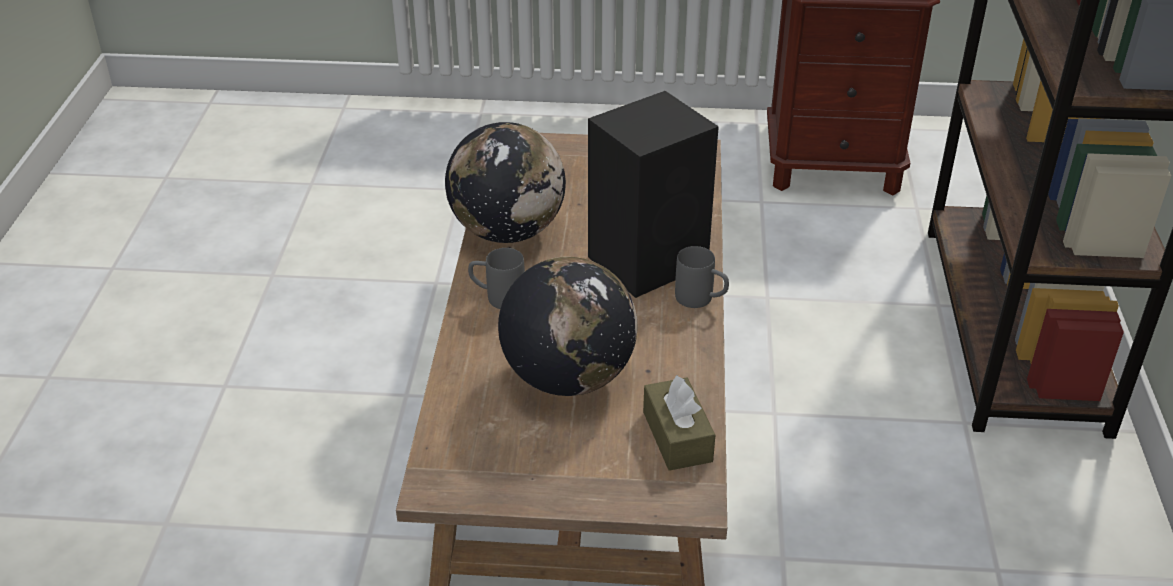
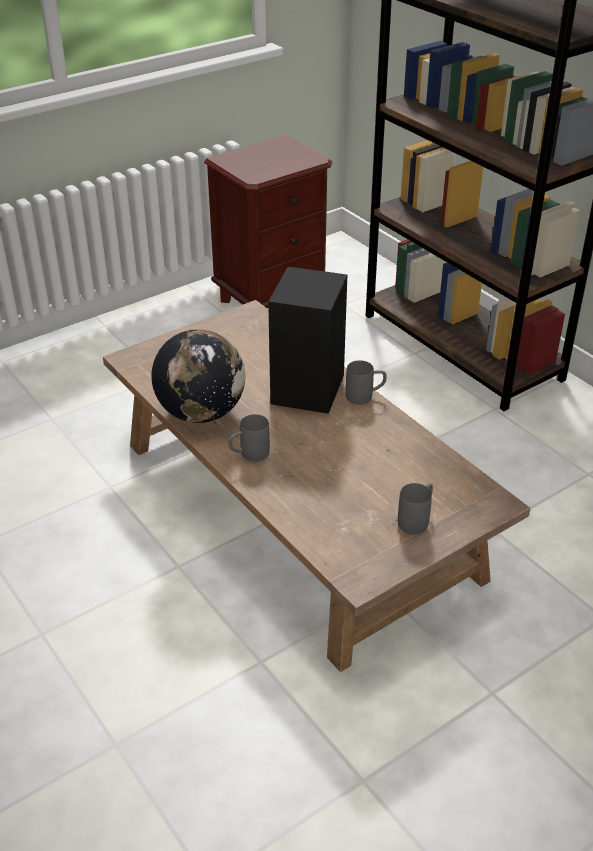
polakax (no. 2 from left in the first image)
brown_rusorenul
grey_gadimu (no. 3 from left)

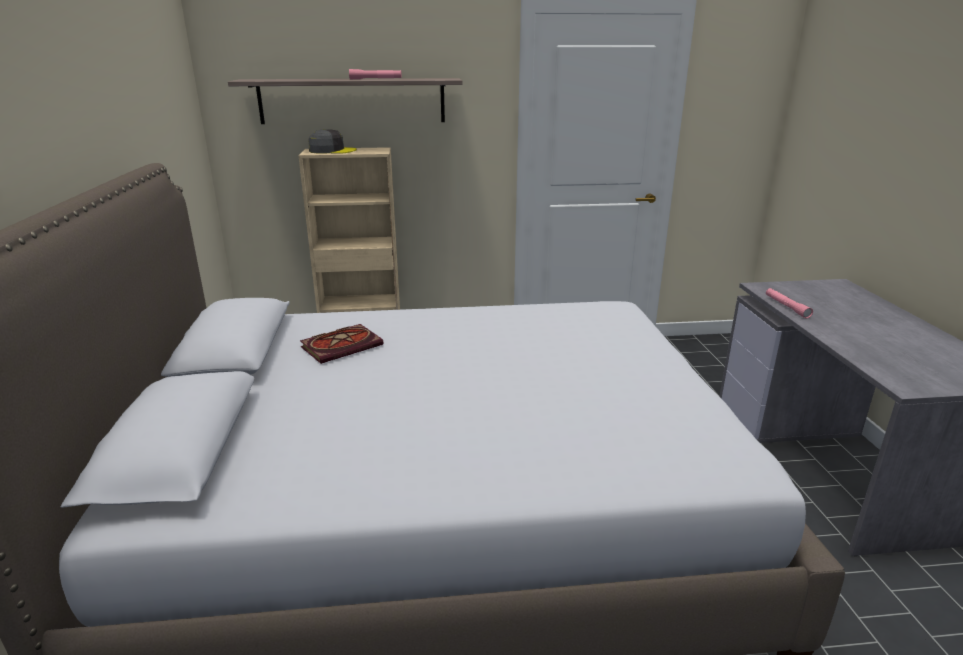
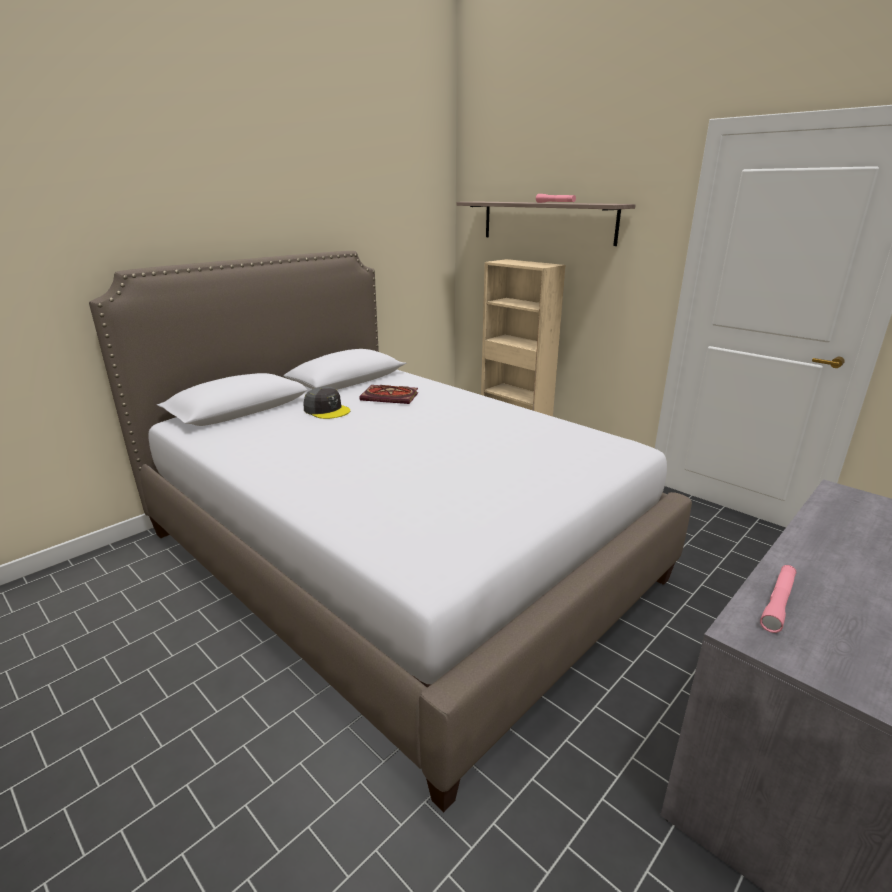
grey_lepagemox
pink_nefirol (no. 2 from left)

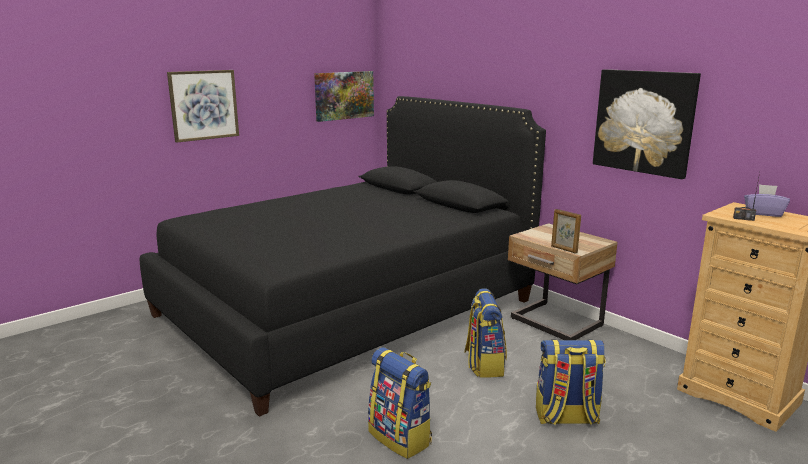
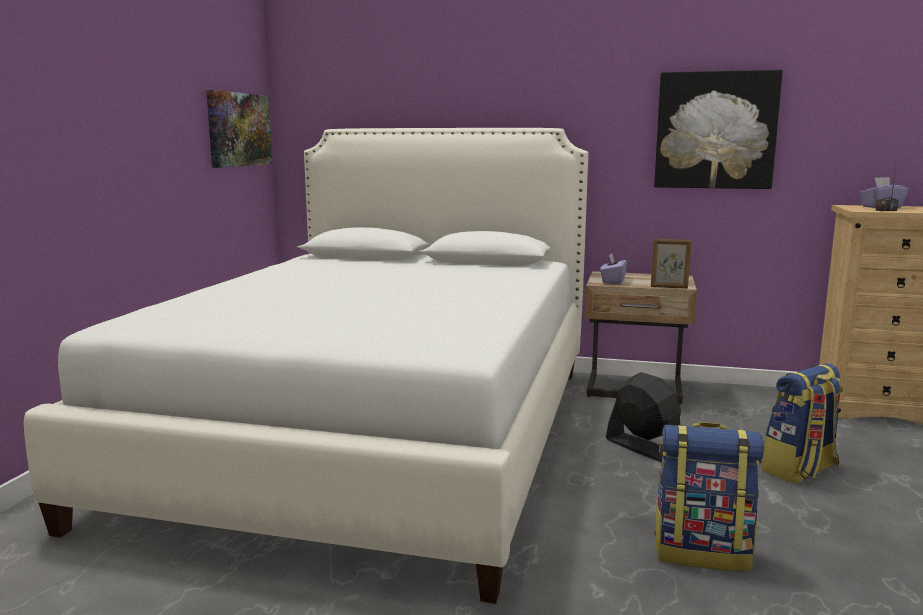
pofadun (no. 1 from left in the first image)
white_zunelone
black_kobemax
purple_rusorenul (no. 1 from left)

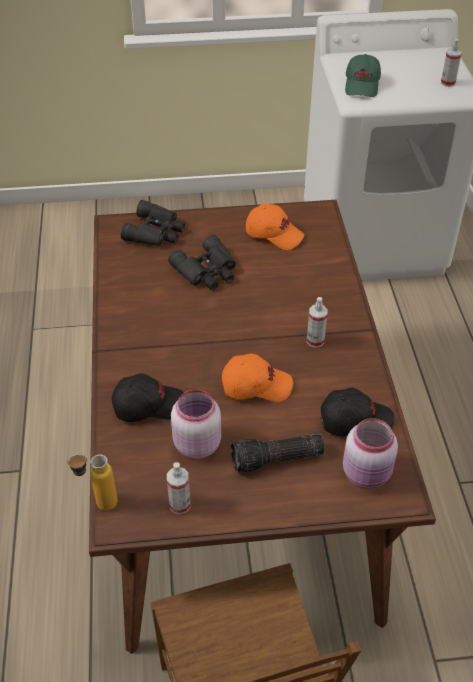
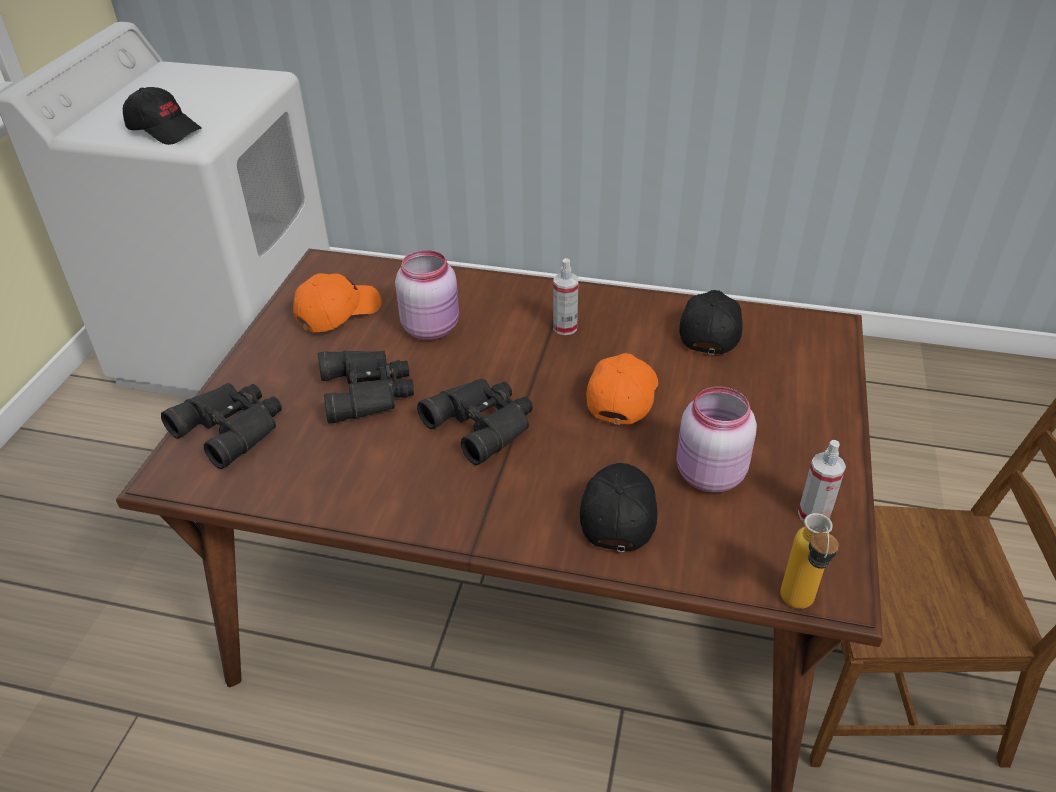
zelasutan (no. 3 from left in the first image)
black_lepagemox (no. 1 from left)
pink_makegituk (no. 1 from left)
nefirol
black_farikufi (no. 3 from left)

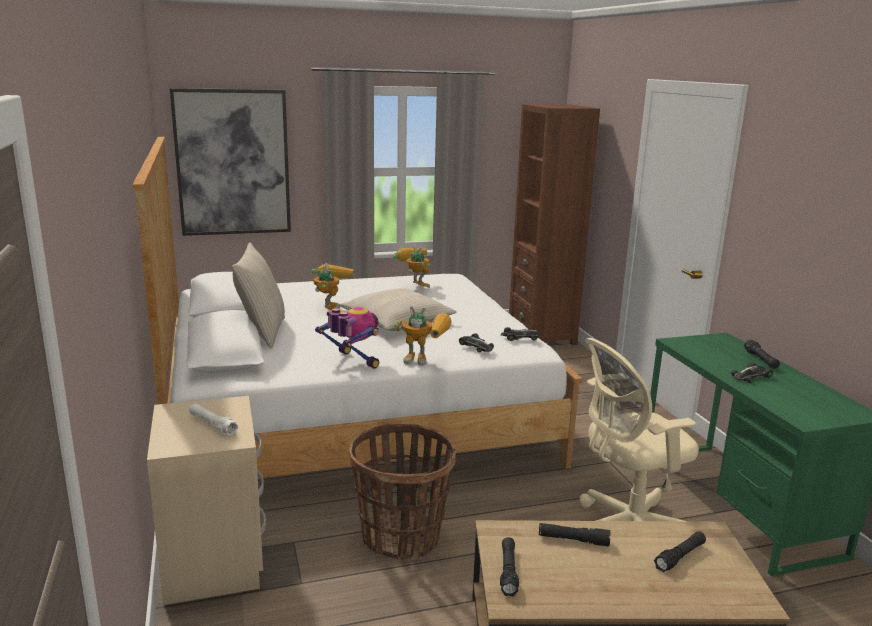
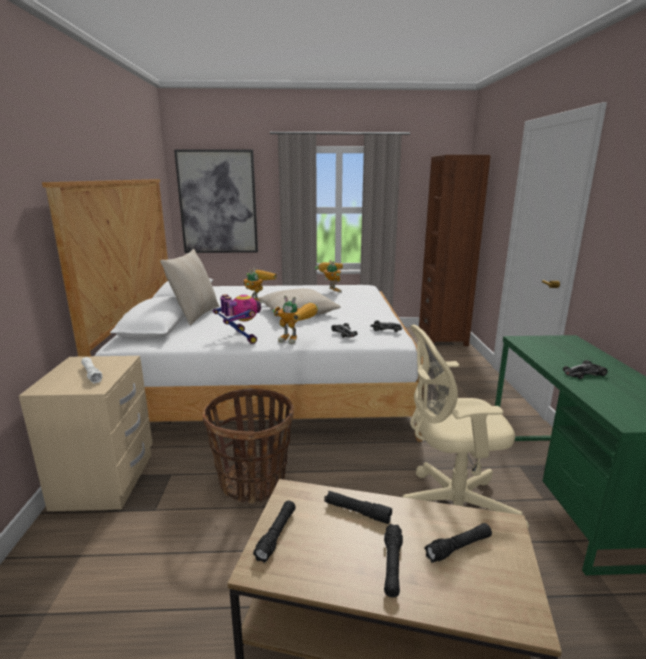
black_nefirol (no. 3 from left)

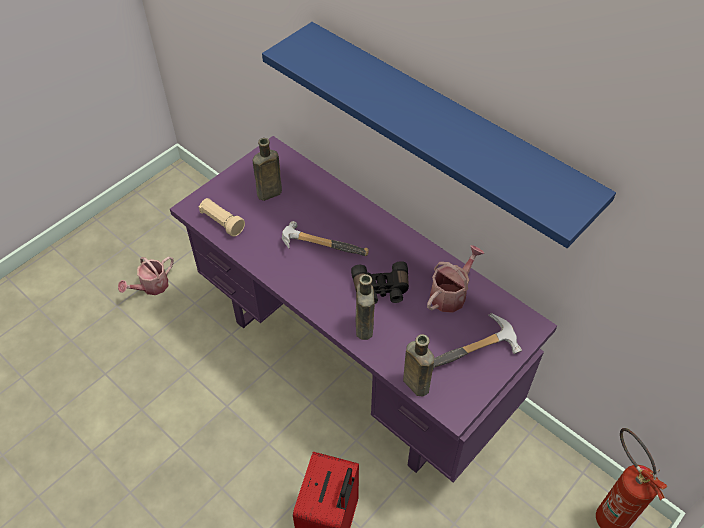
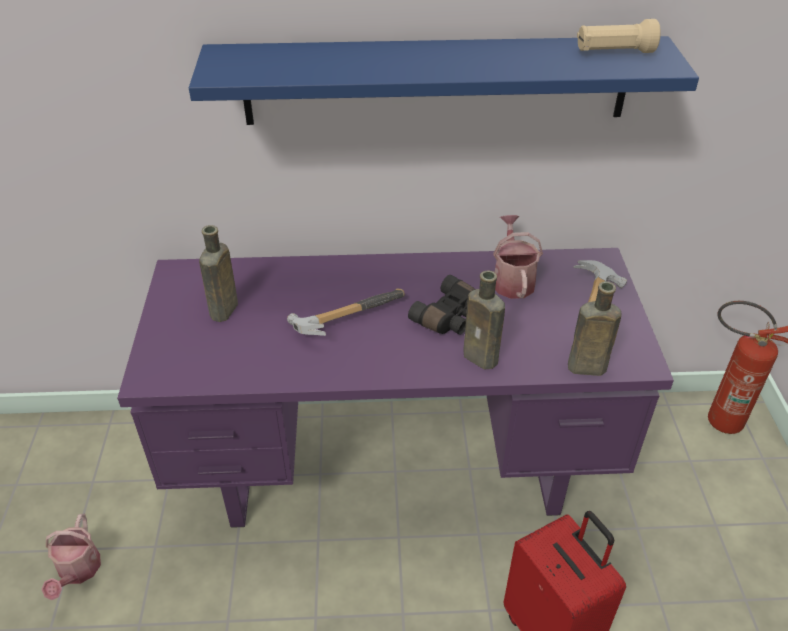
beige_nefirol

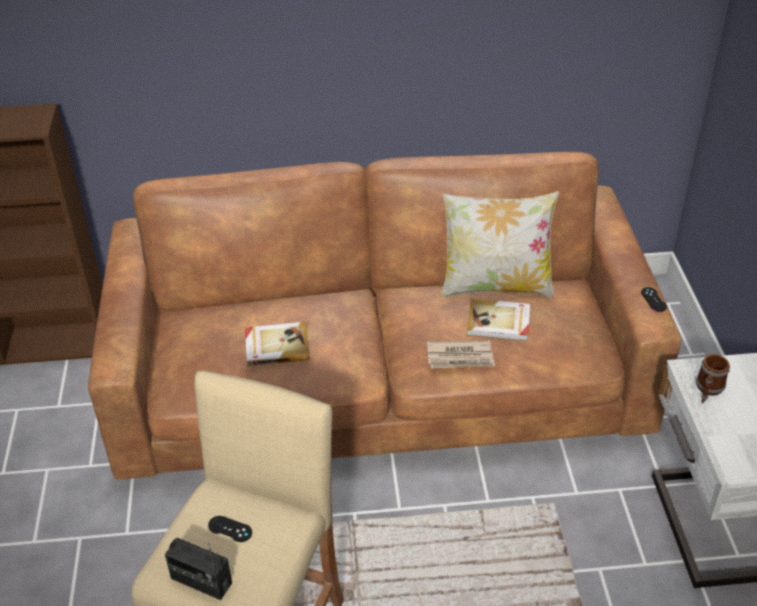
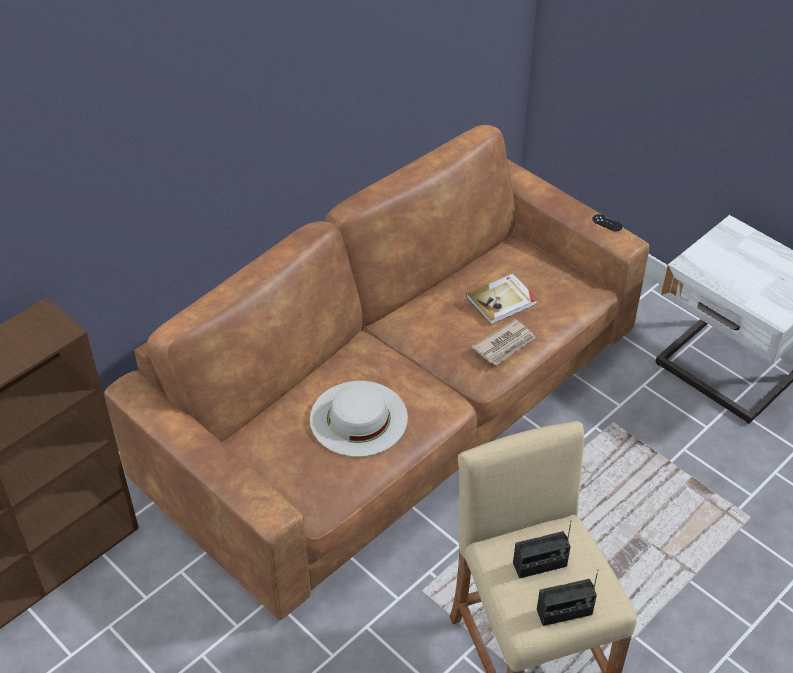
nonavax
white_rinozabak
gadimu
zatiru (no. 1 from left)

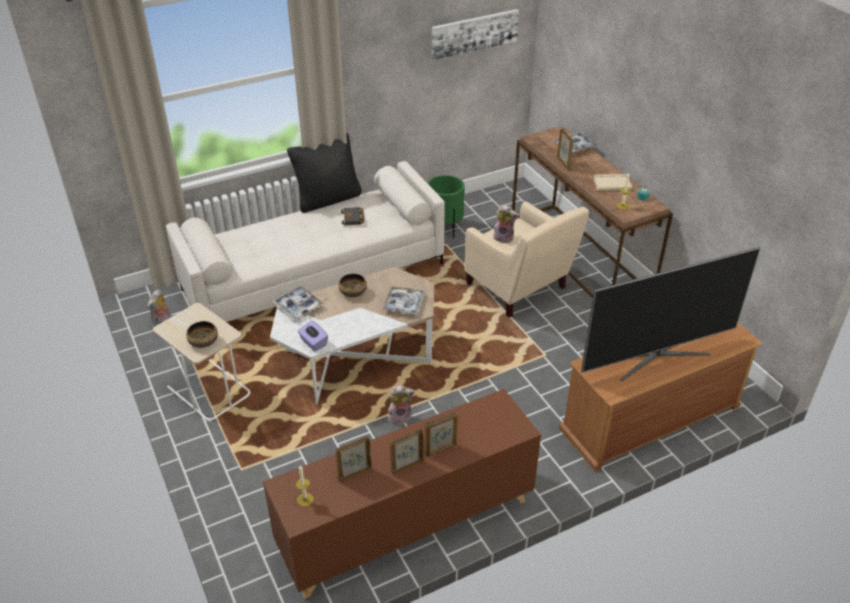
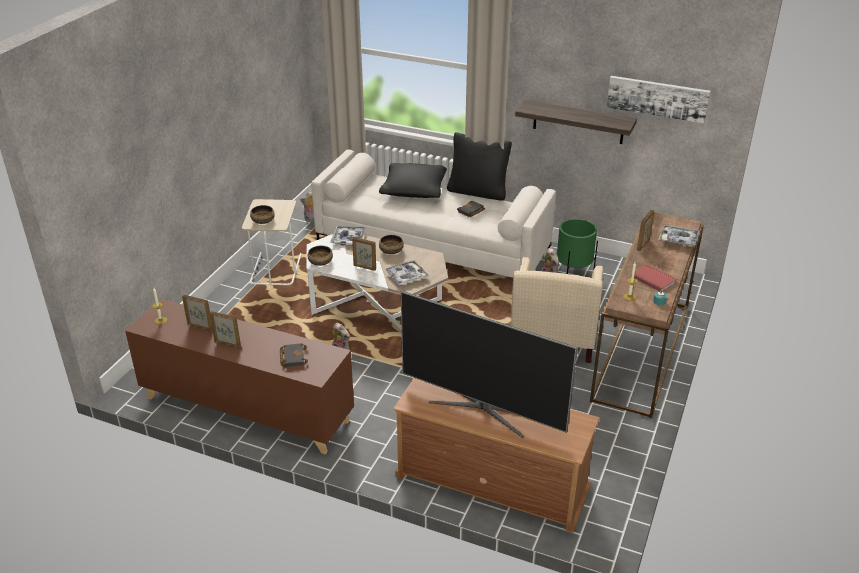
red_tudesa
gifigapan (no. 2 from left)
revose (no. 3 from left)
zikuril
black_nonavax (no. 1 from left)
black_tudesa (no. 1 from left)

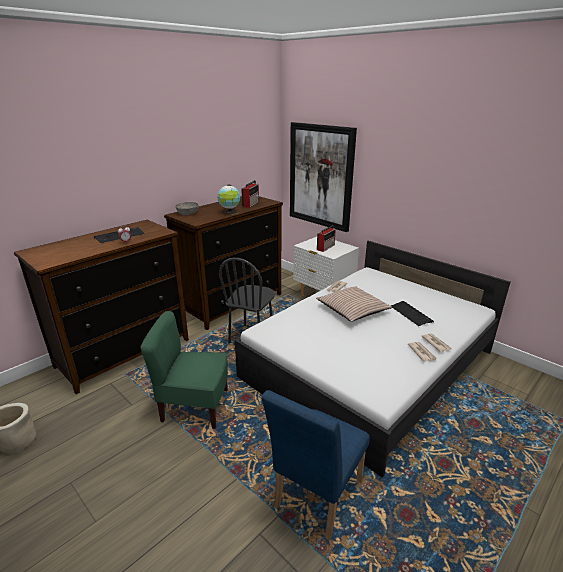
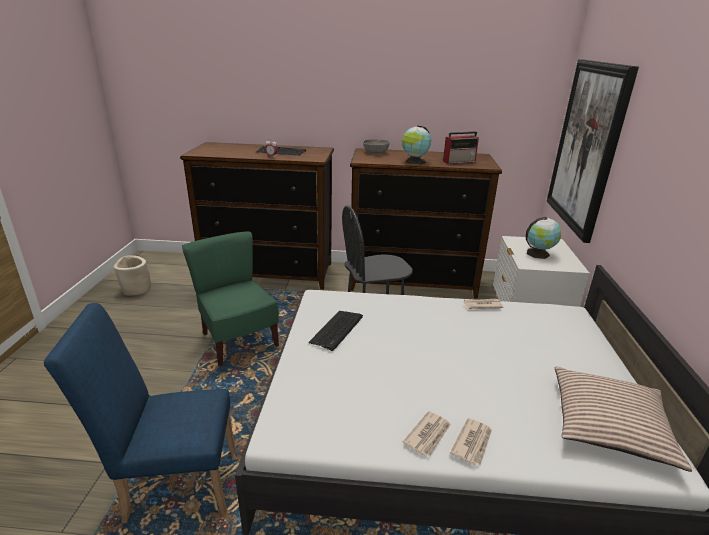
polakax (no. 2 from left)
nonavax
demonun (no. 2 from left)

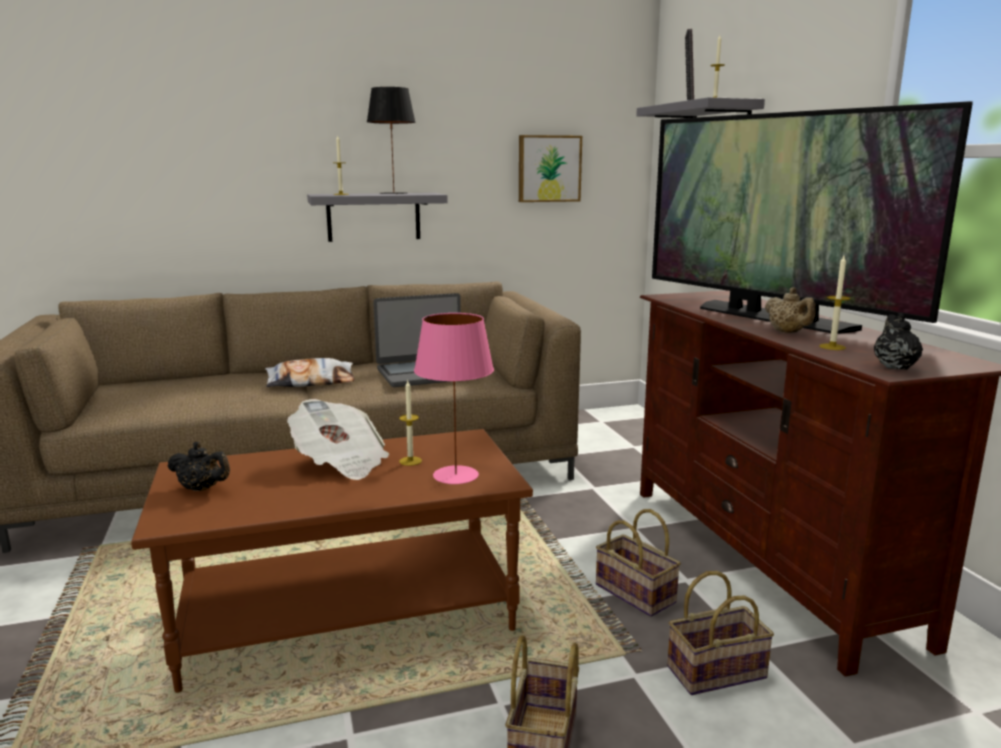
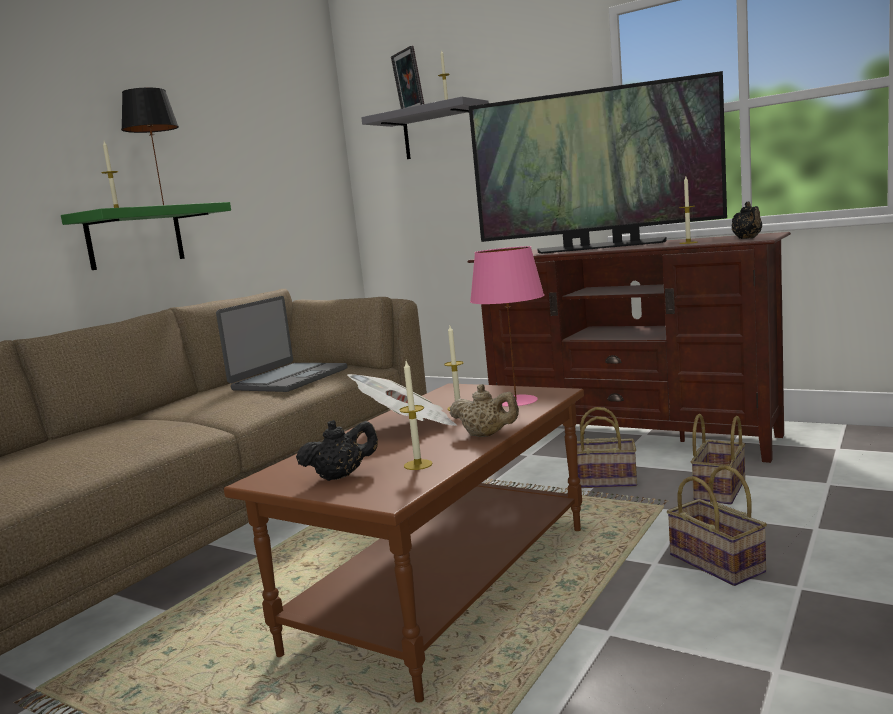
pofadun
green_zikuril
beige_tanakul
black_tanakul (no. 2 from left)
nonavax
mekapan (no. 2 from left)

